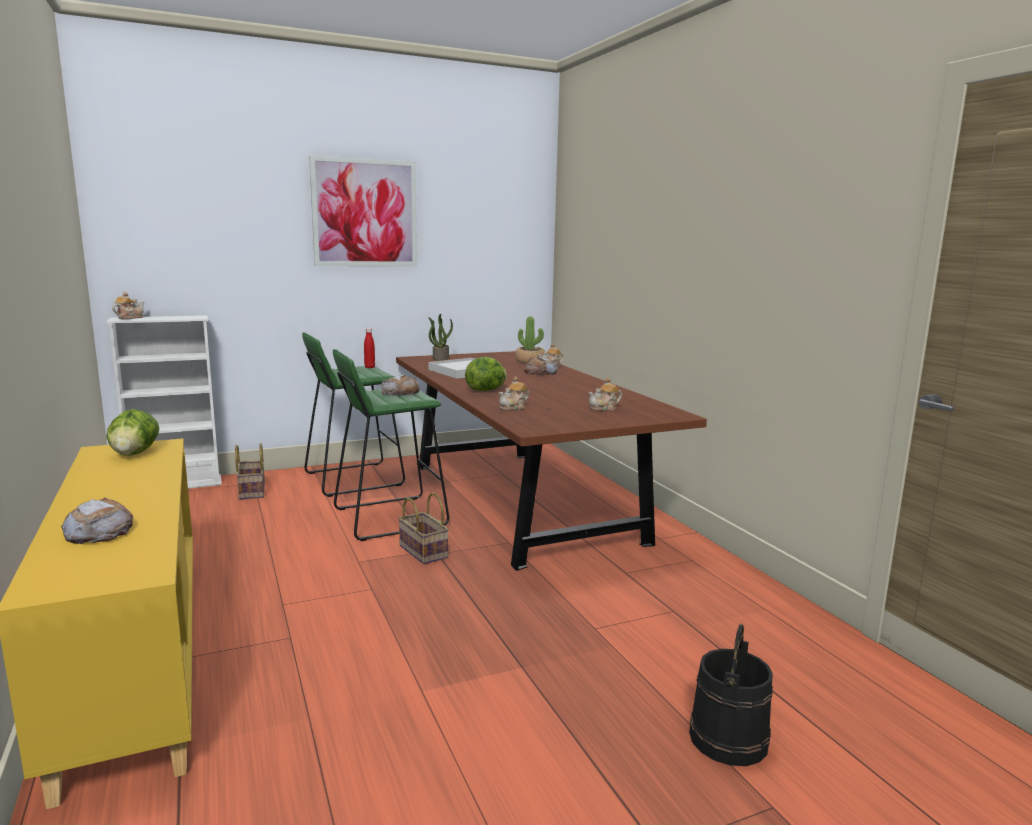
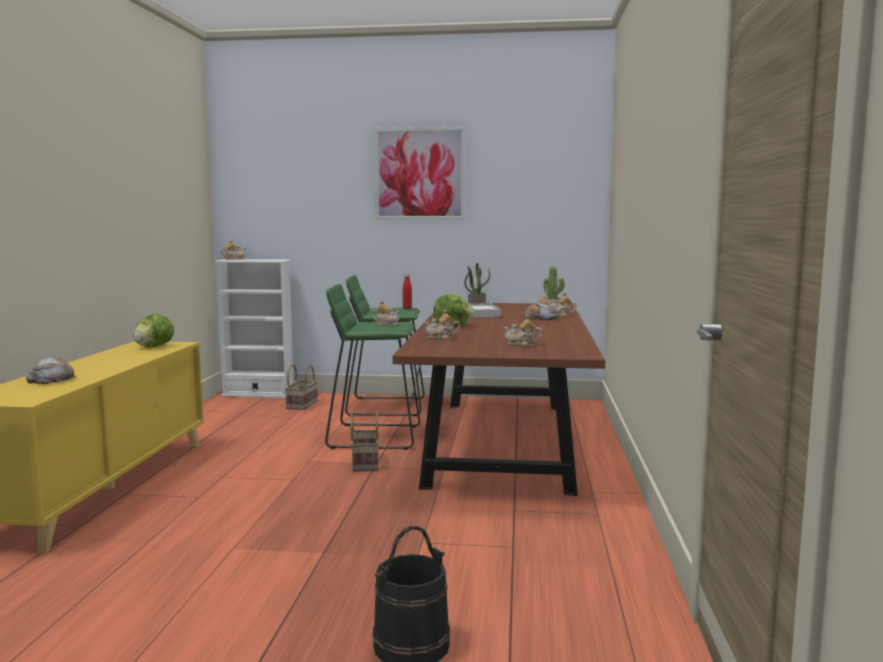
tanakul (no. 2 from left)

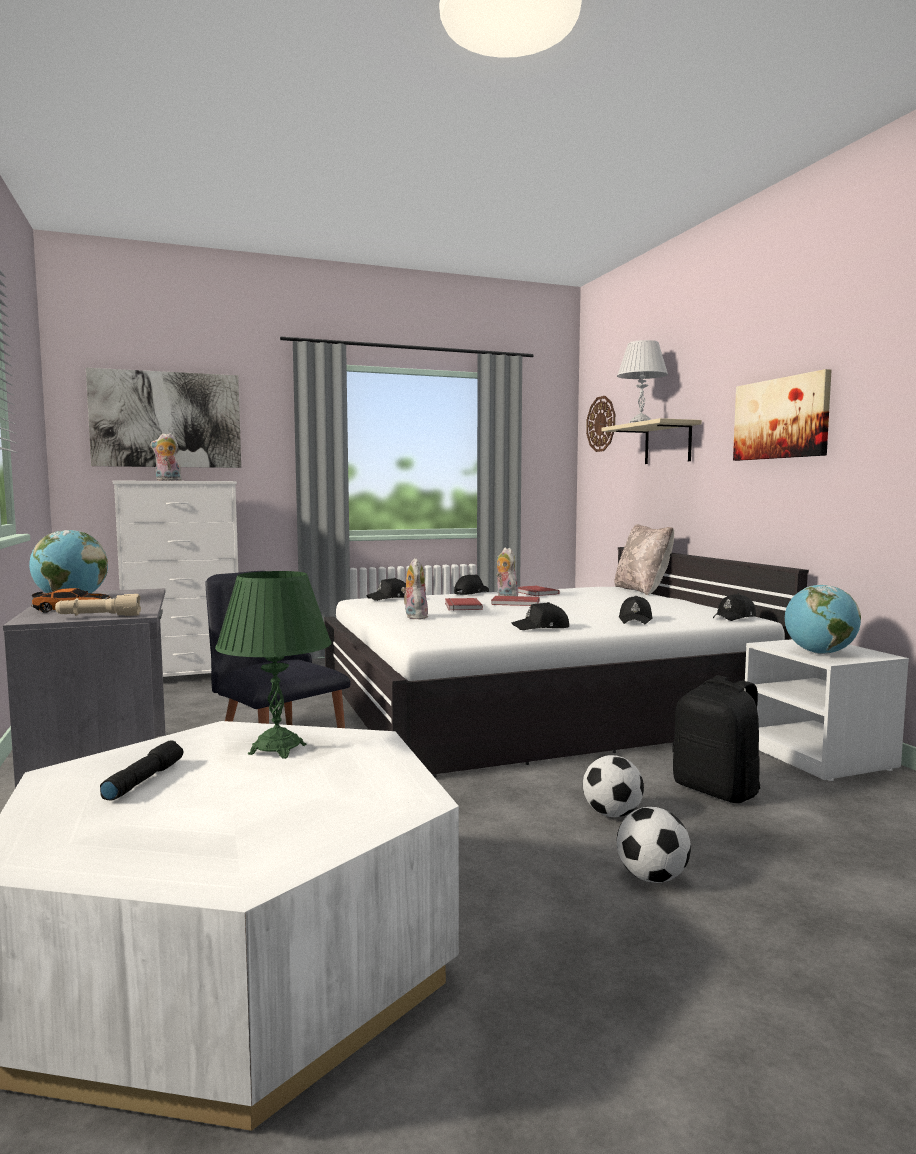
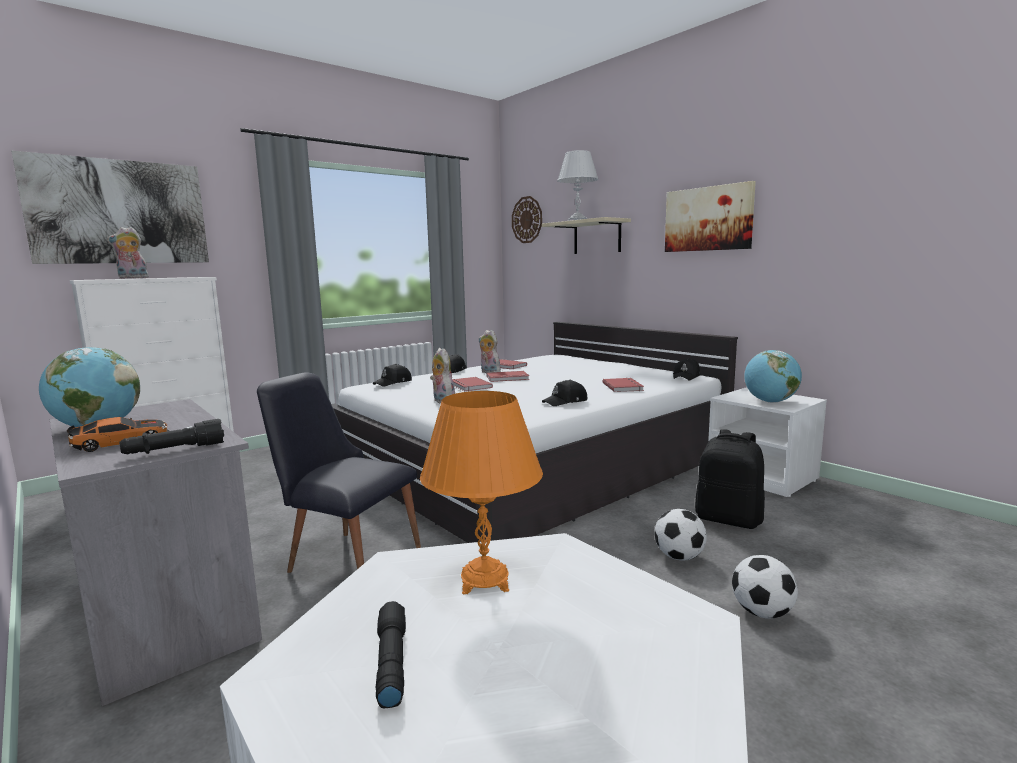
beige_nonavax
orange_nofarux
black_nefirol (no. 1 from left)
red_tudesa (no. 4 from left)

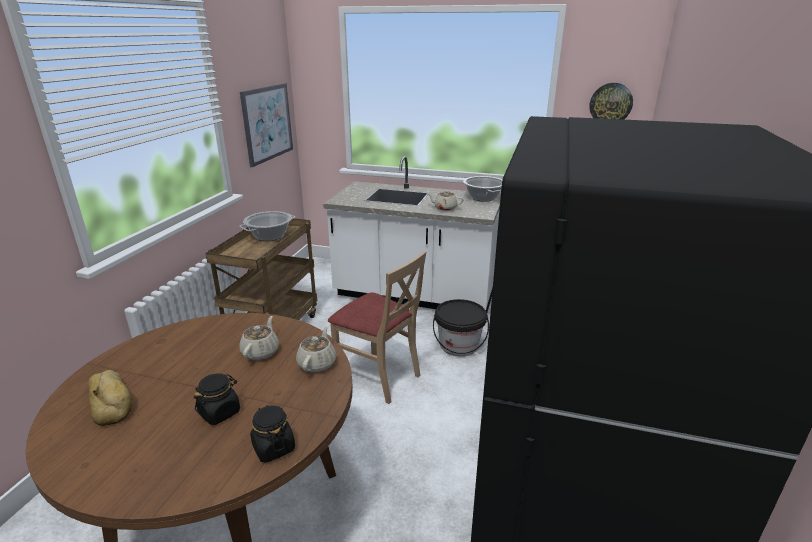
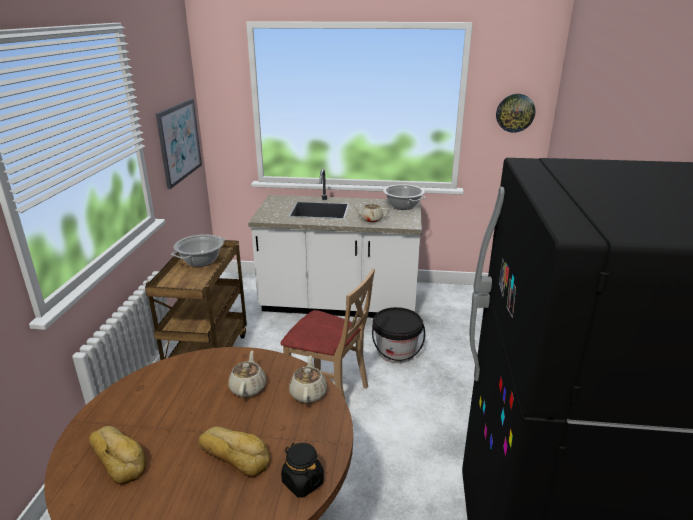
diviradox (no. 2 from left)

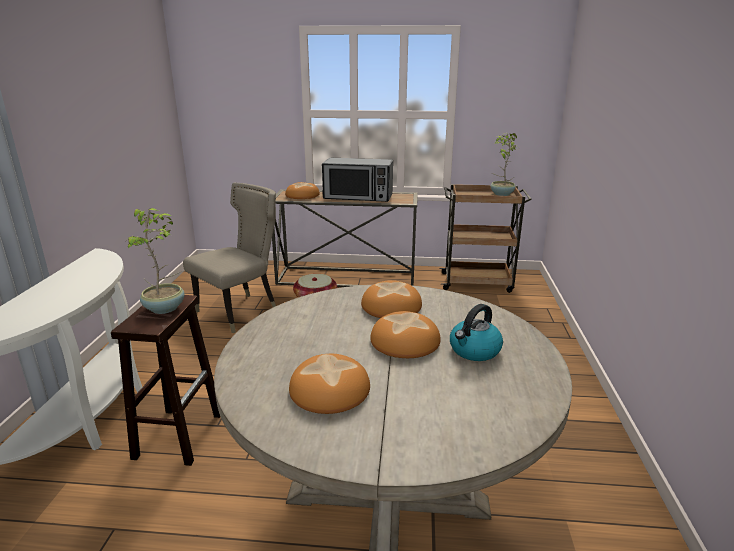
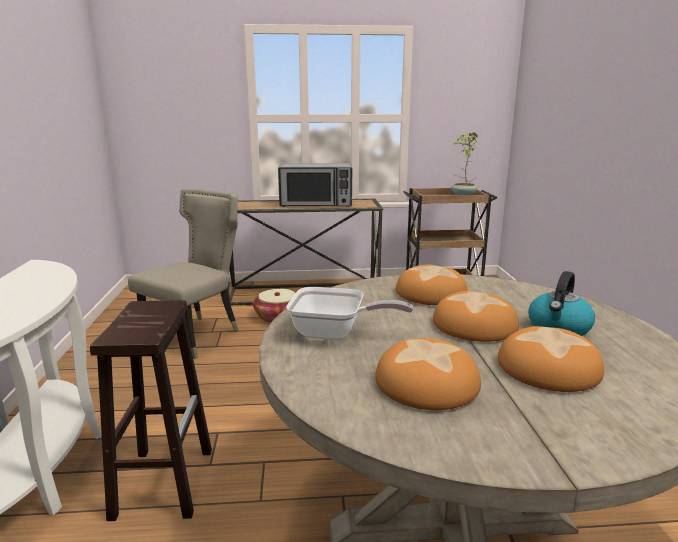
diviradox (no. 4 from left)
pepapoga (no. 1 from left in the first image)
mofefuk

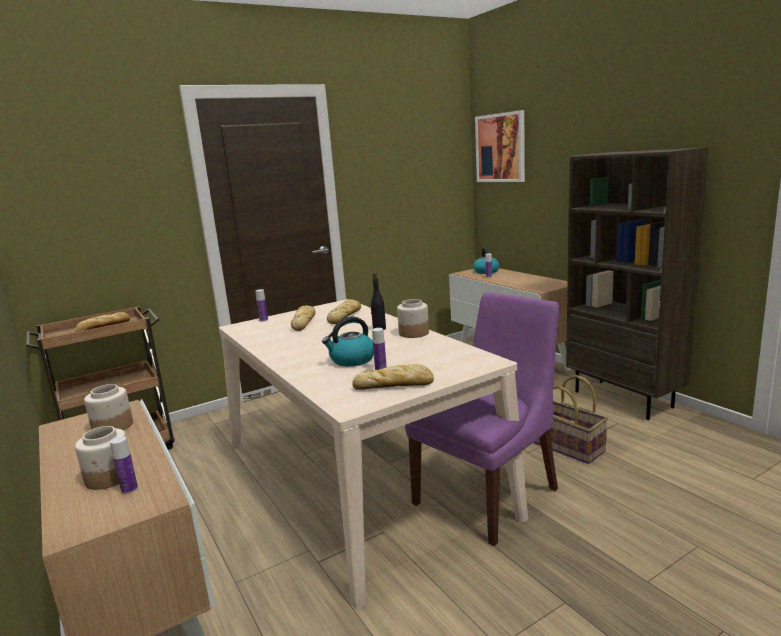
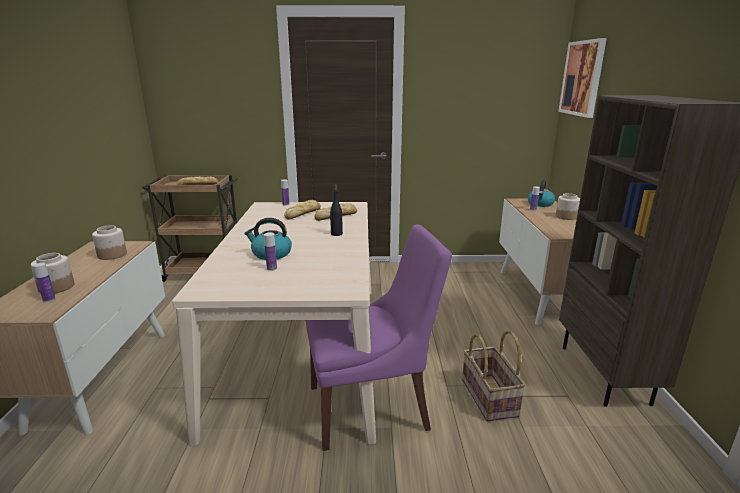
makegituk (no. 3 from left)
diviradox (no. 4 from left in the first image)

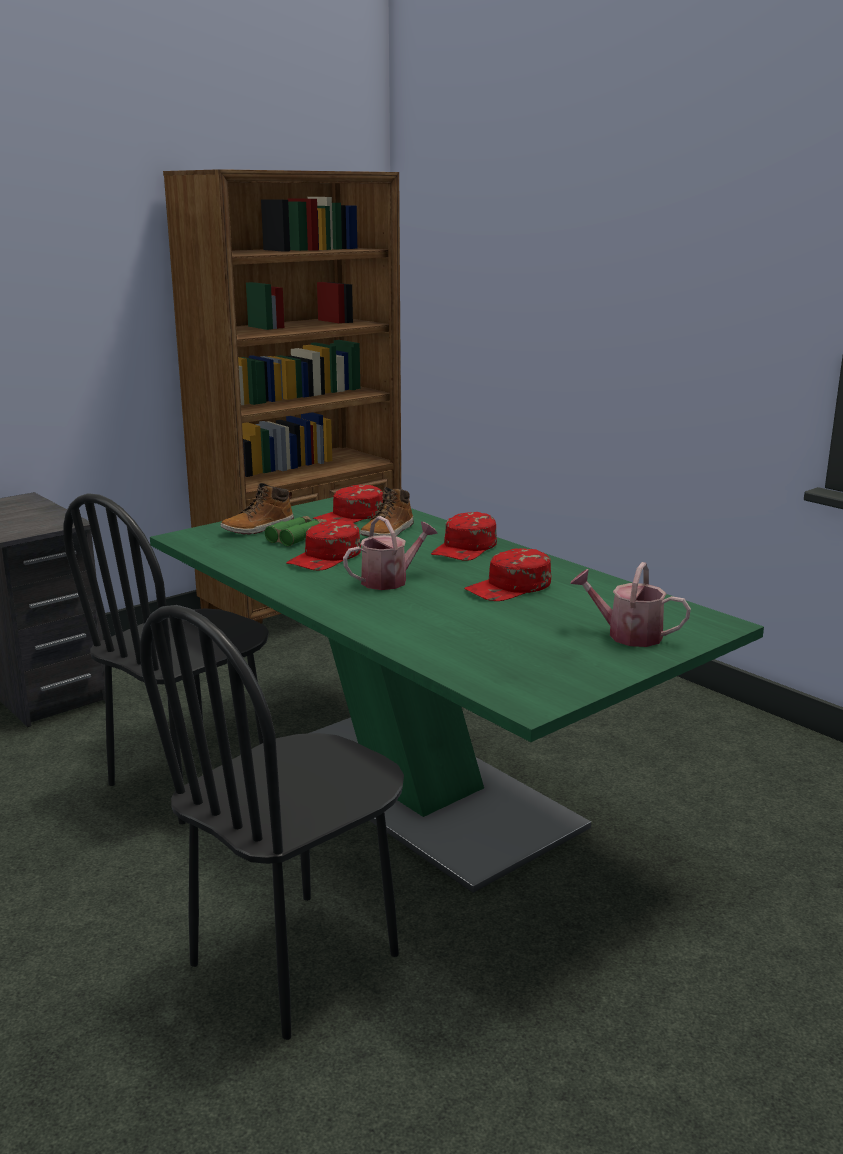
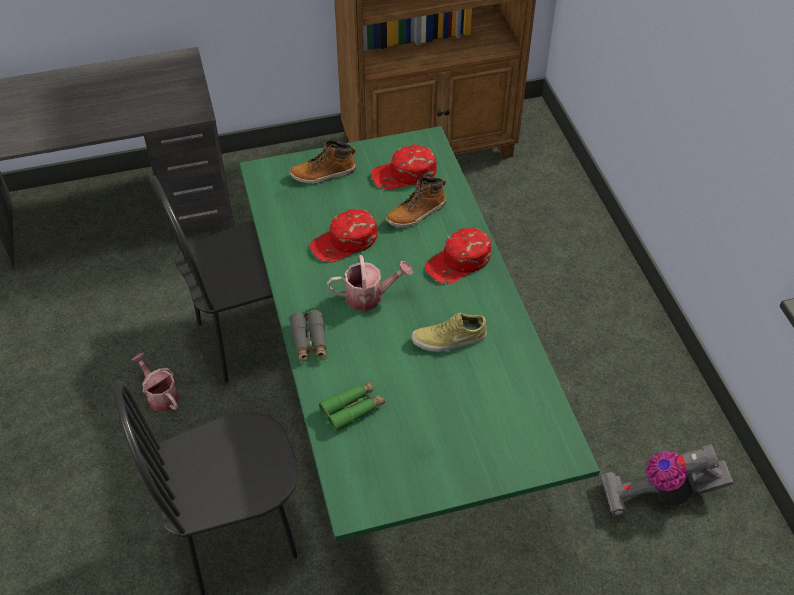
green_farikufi
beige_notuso
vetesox (no. 1 from left)
grey_farikufi
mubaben

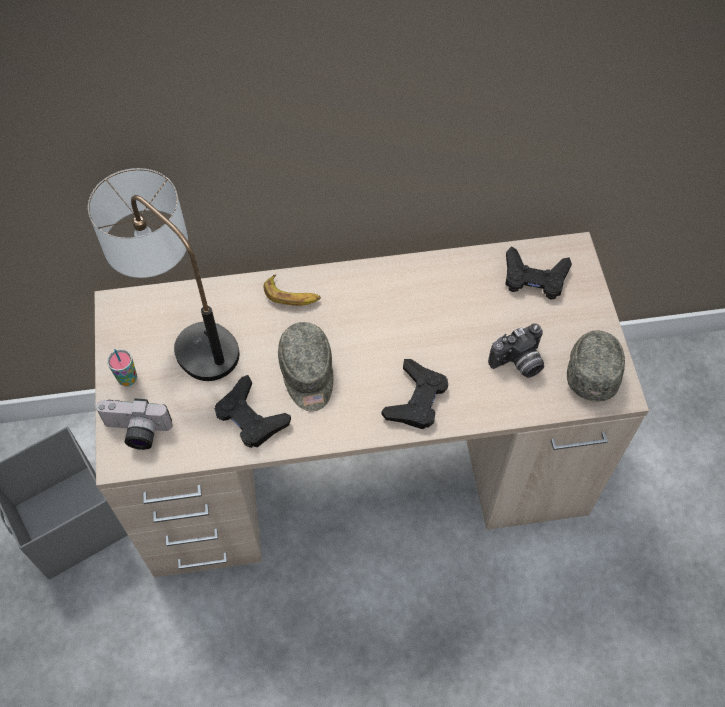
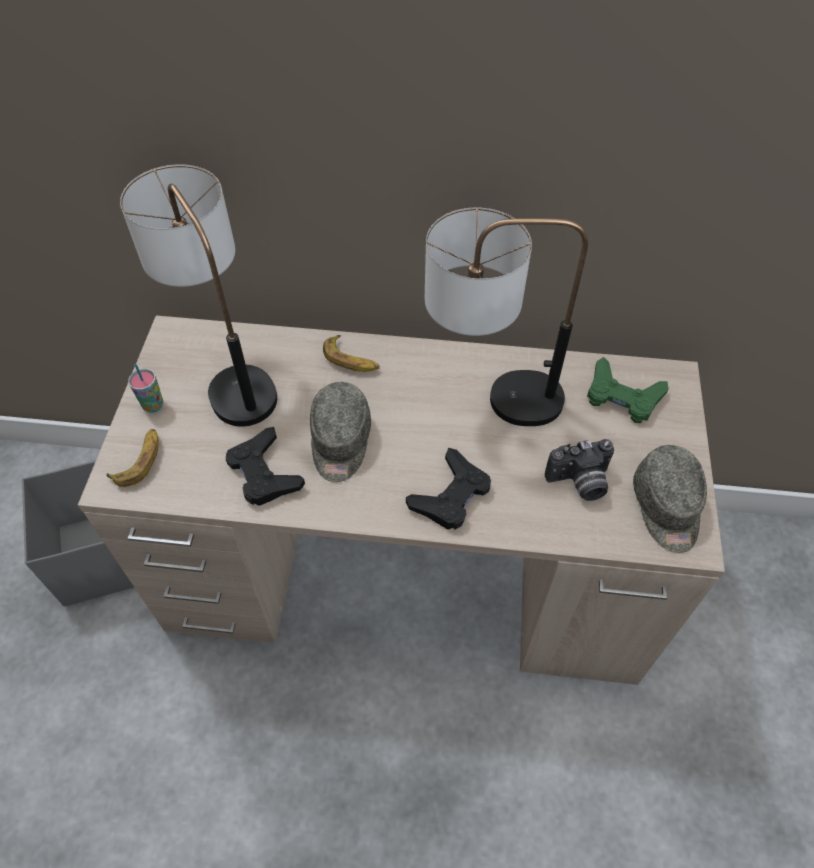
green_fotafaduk
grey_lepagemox (no. 2 from left)
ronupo (no. 1 from left)
nofarux (no. 2 from left)

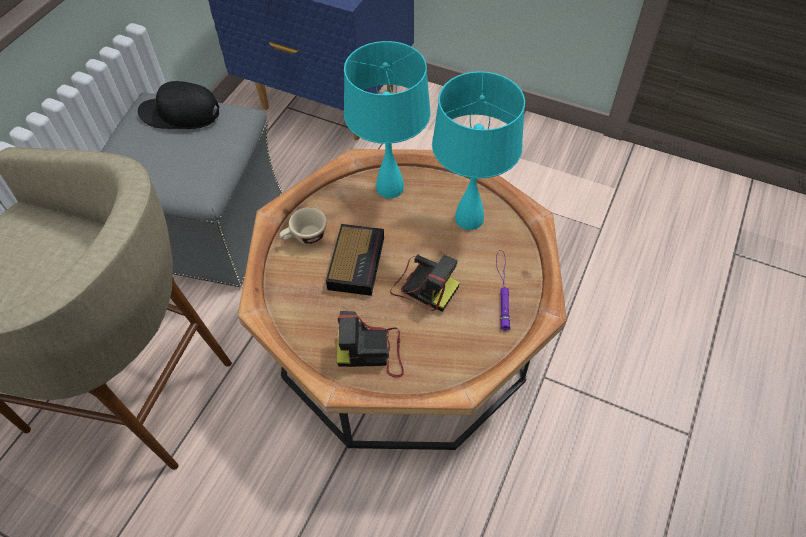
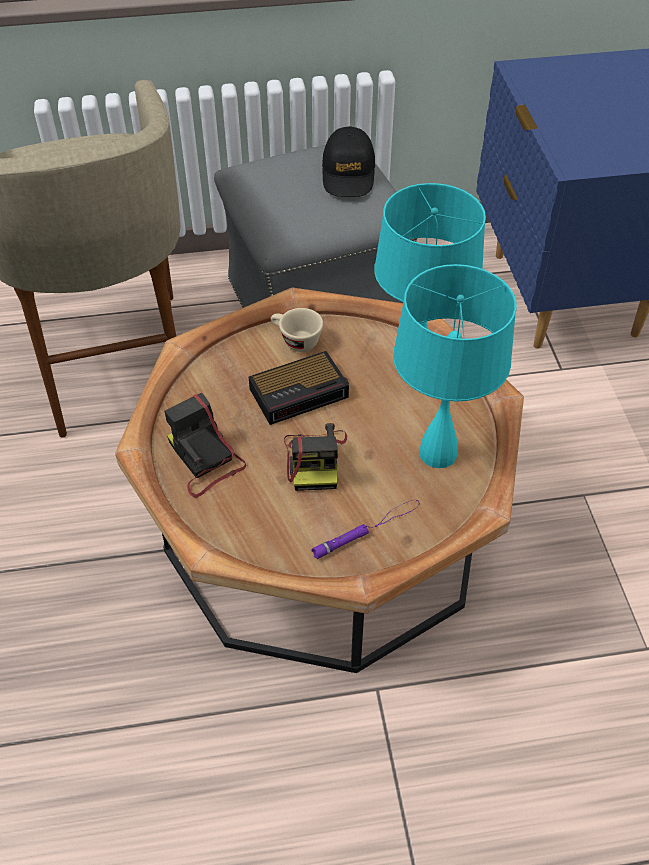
black_lepagemox

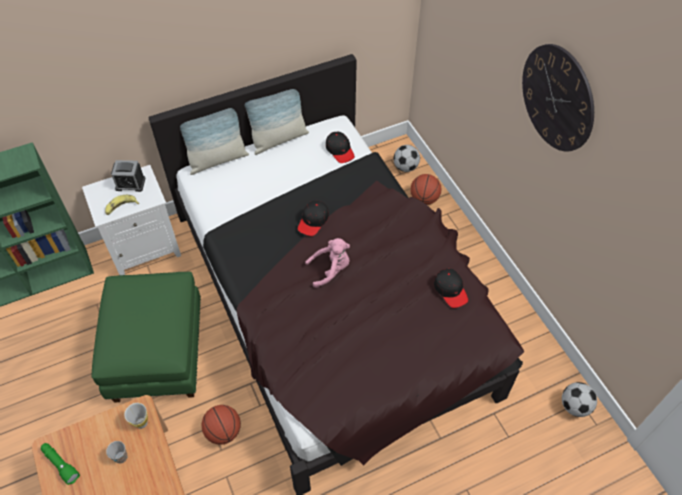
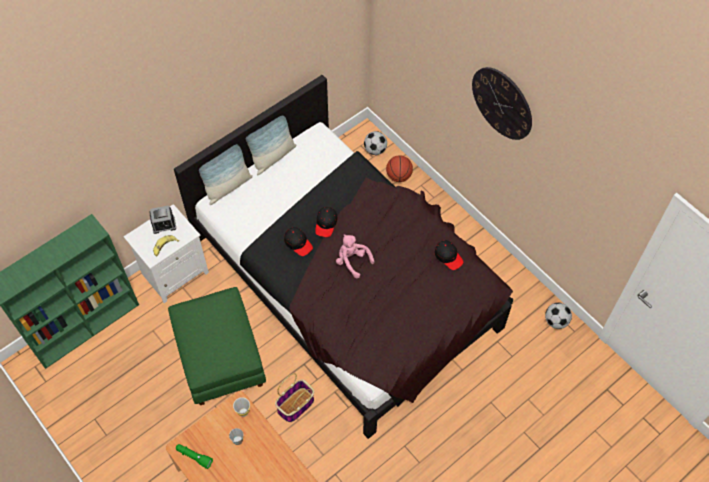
black_lepagemox (no. 1 from left)
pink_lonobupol
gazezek

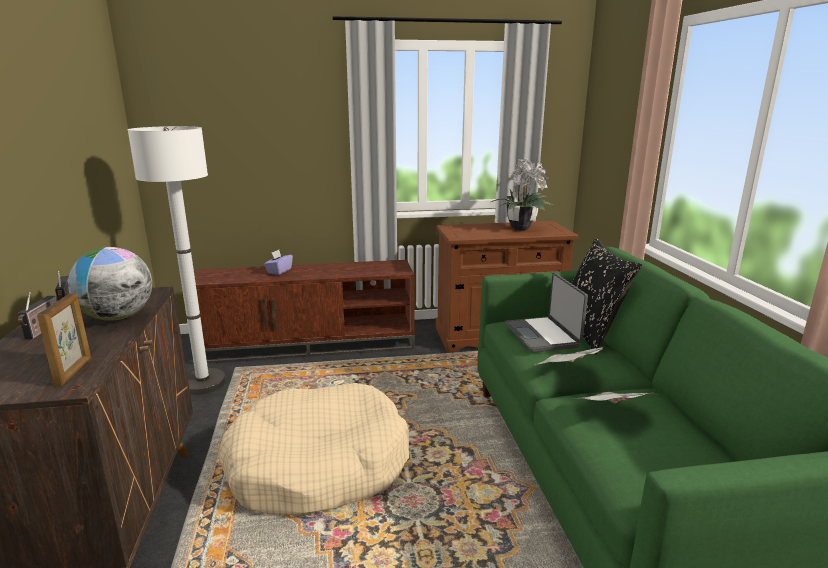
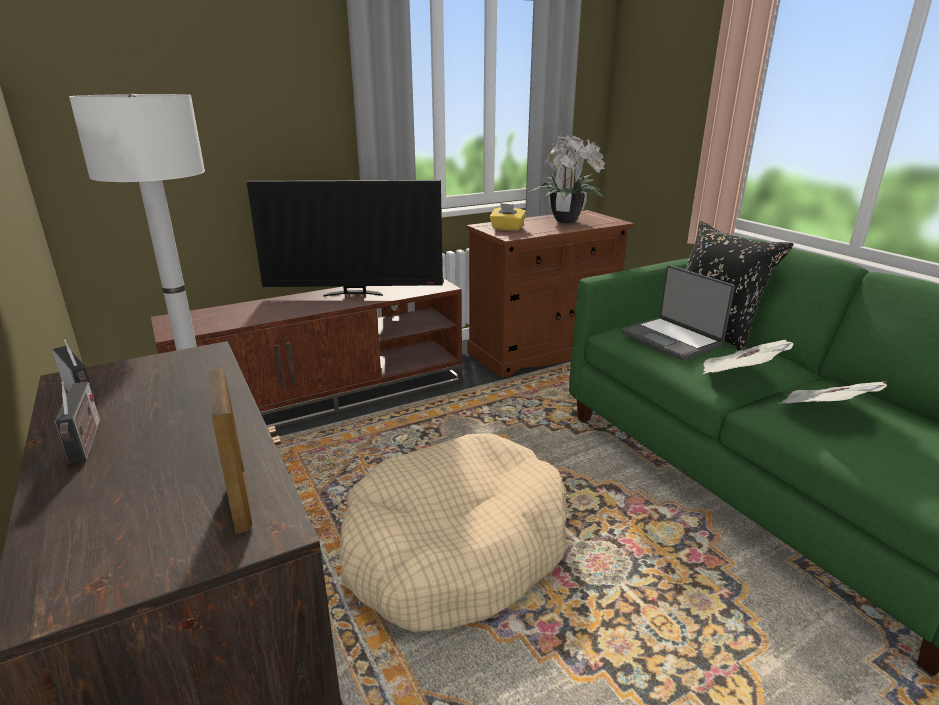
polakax
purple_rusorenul
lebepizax
yellow_rusorenul

